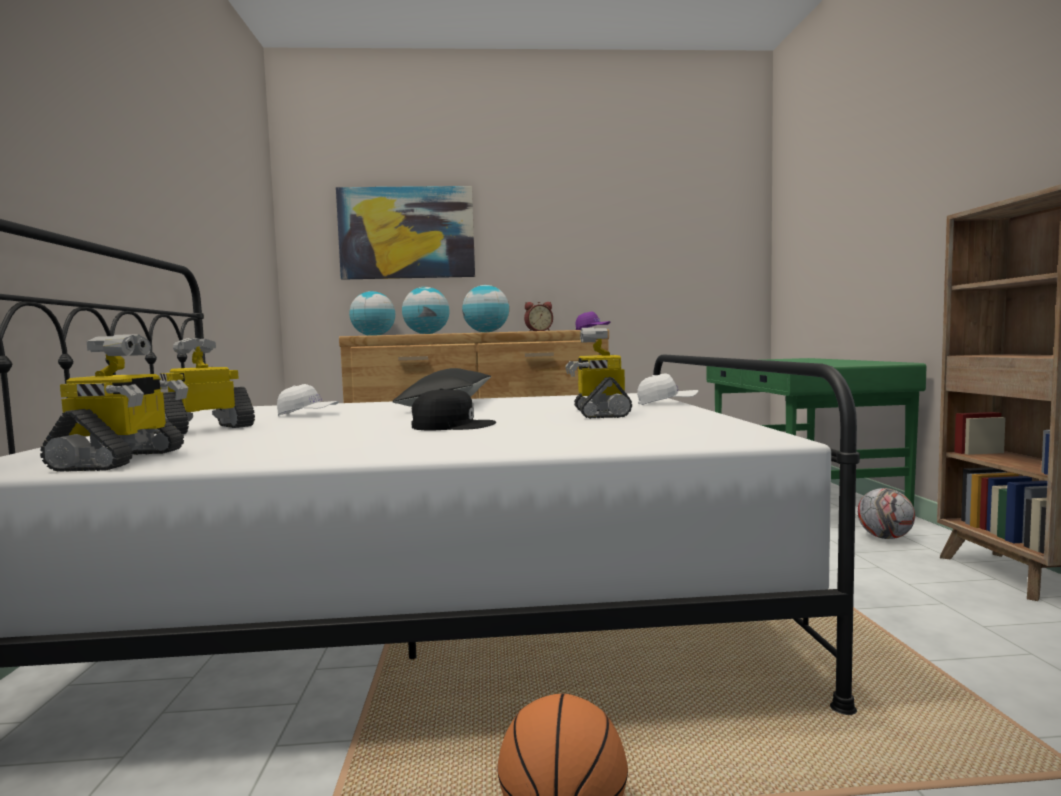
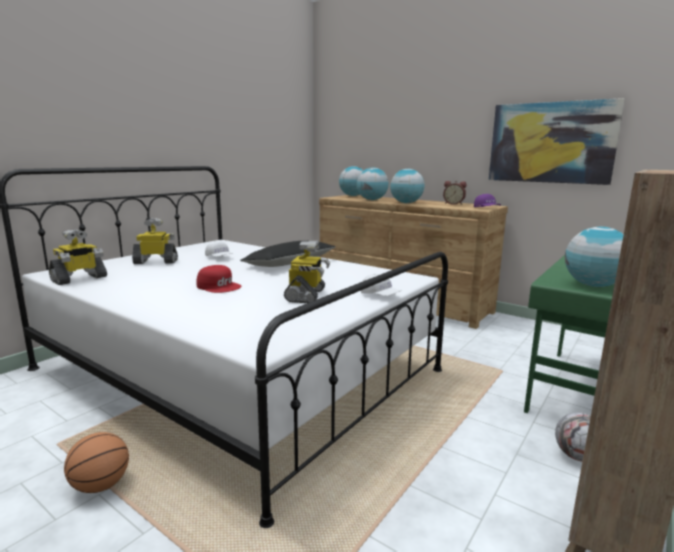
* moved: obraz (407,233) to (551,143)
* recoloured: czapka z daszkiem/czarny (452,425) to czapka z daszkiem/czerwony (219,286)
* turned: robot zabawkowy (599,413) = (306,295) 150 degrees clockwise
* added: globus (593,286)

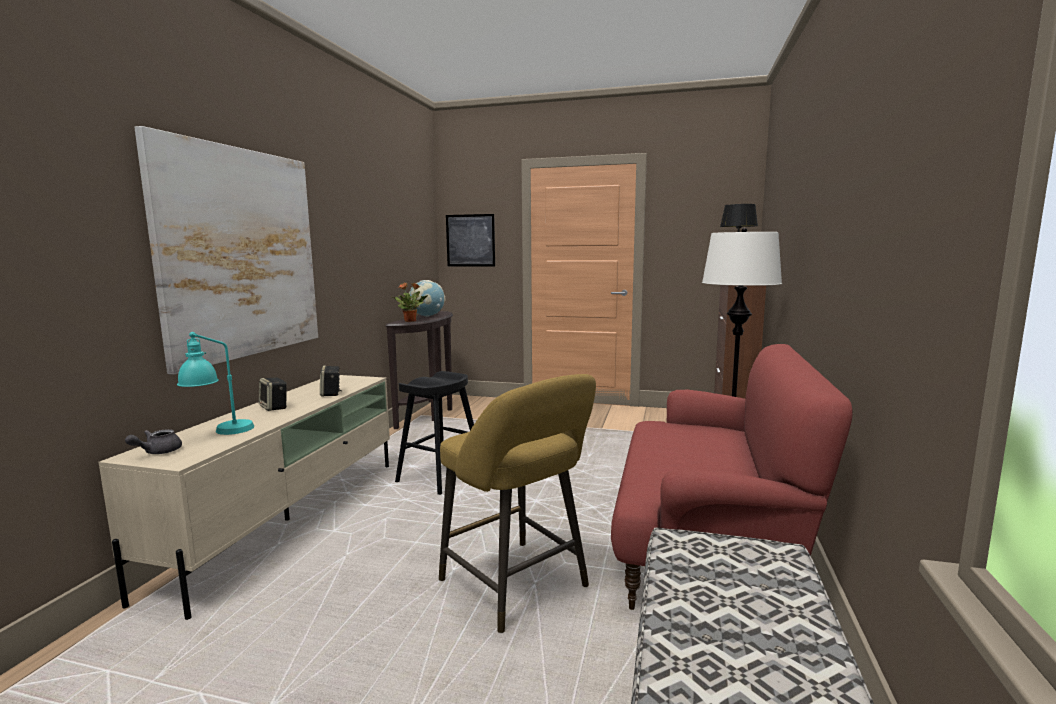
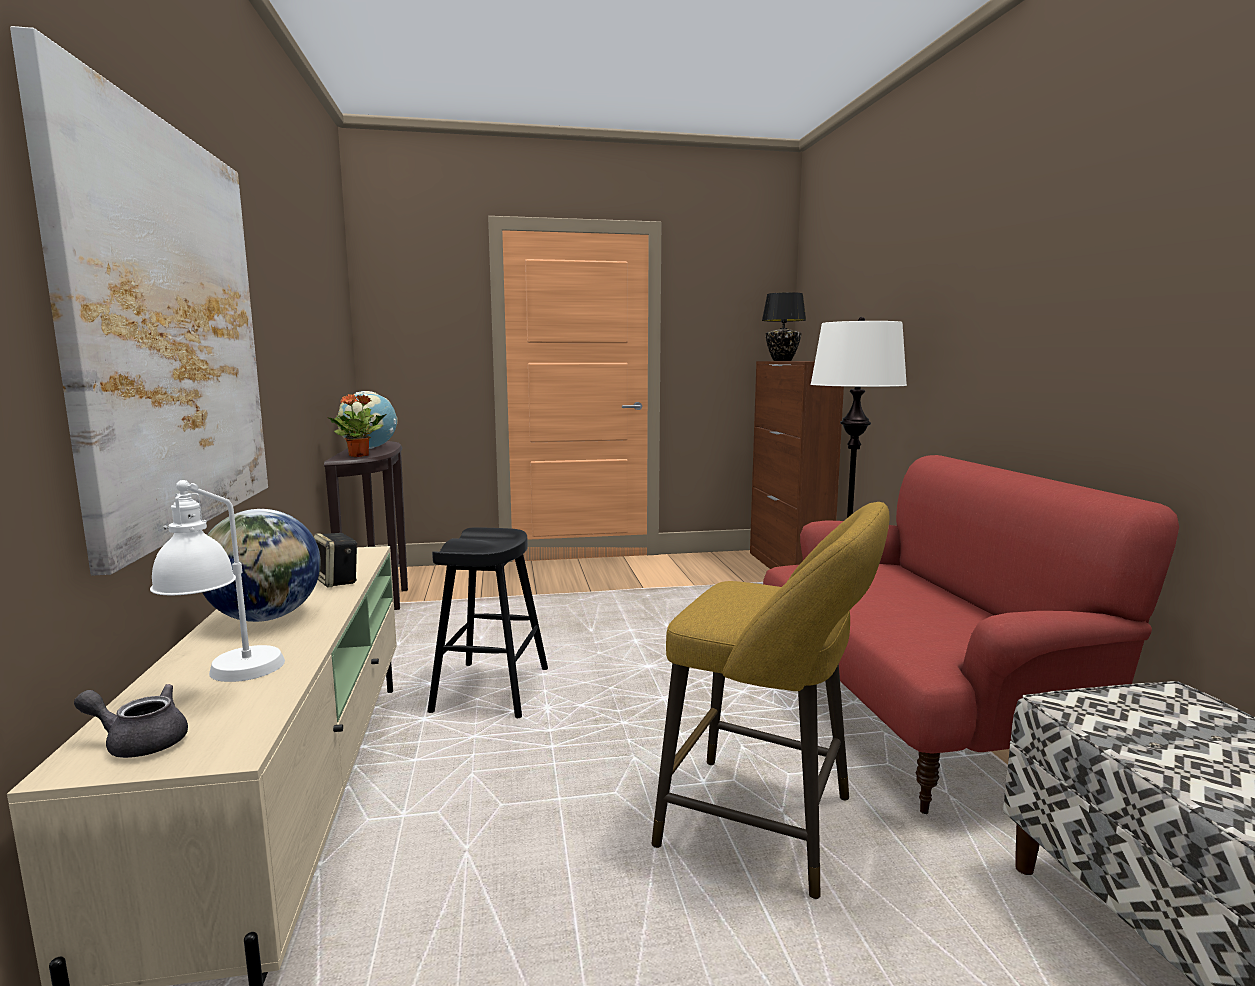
* turned: imbryk/szary (157,452) = (140,742) 90 degrees clockwise
* recoloured: lampa stołowa/turkusowy (220,433) to lampa stołowa/biały (229,680)
* replaced: głośnik (274,407) to globus (266,617)
* removed: obraz (470,240)

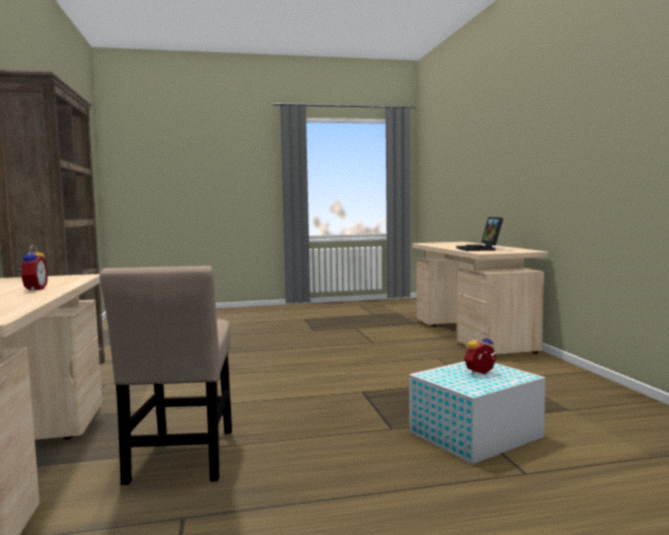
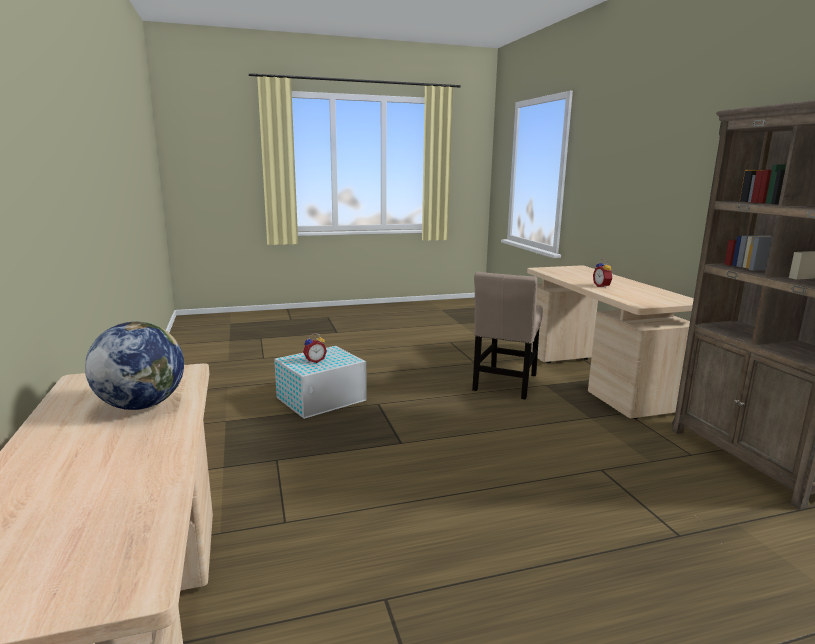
* turned: krzesło/beżowy (182,459) = (505,384) 150 degrees counterclockwise
* replaced: laptop (480,249) to globus (141,405)

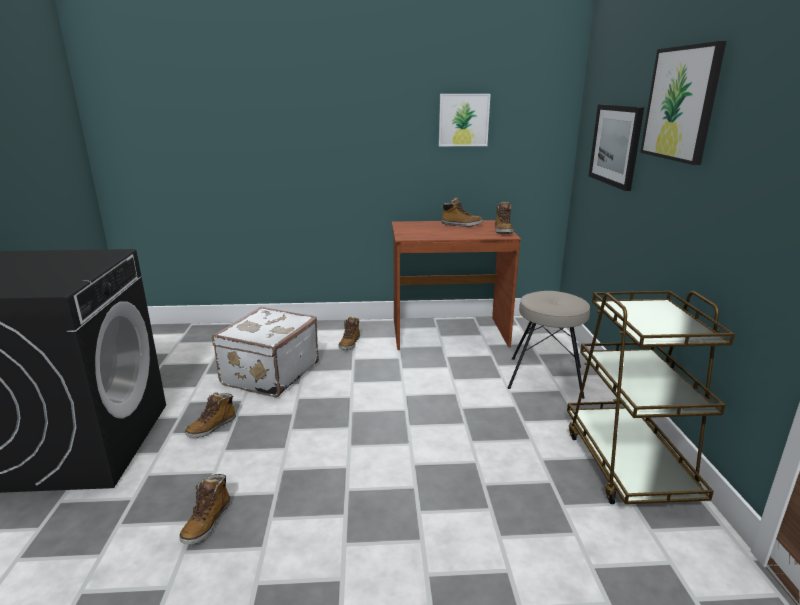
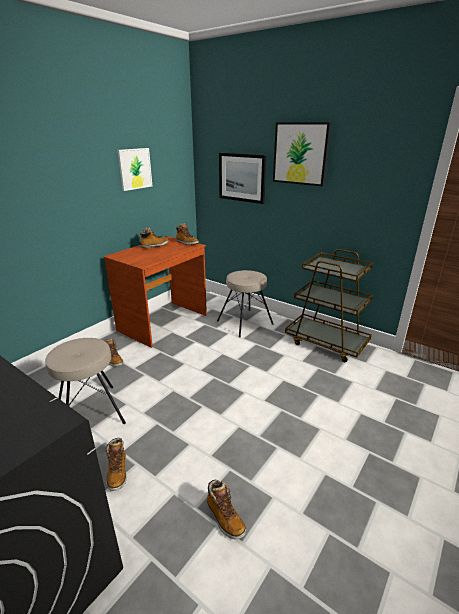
* replaced: walizka/biały (269,374) to stołek/beżowy (91,412)

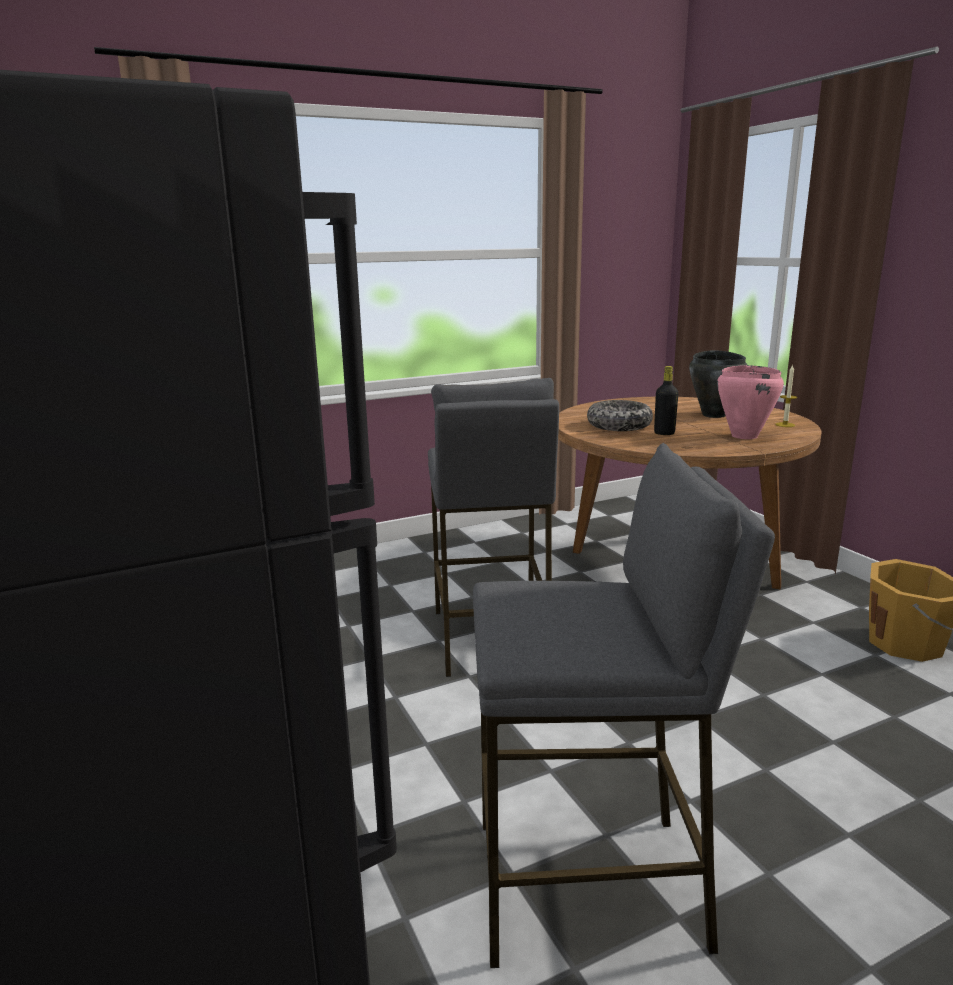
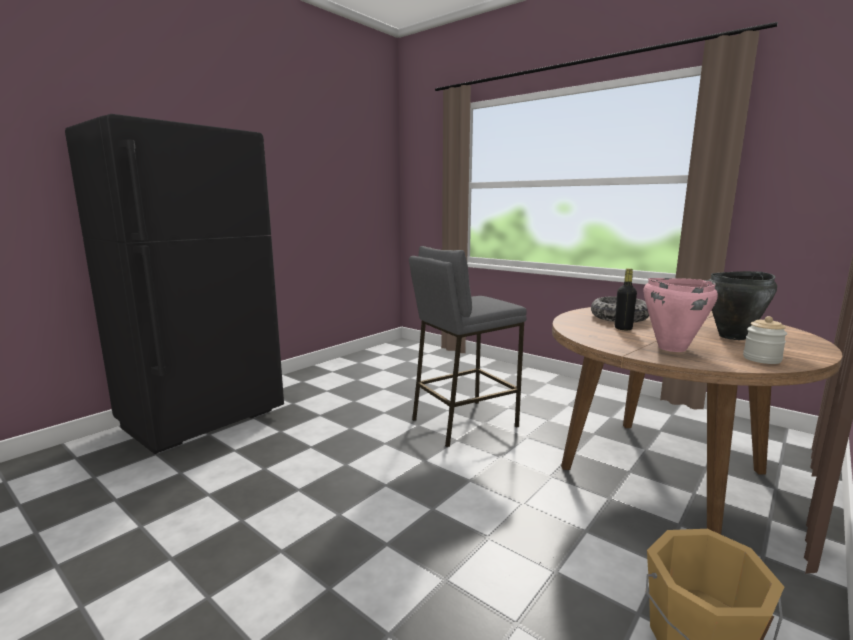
* removed: stołek/szary (590,886)
* replaced: świeca (785,425) to słoik (761,359)

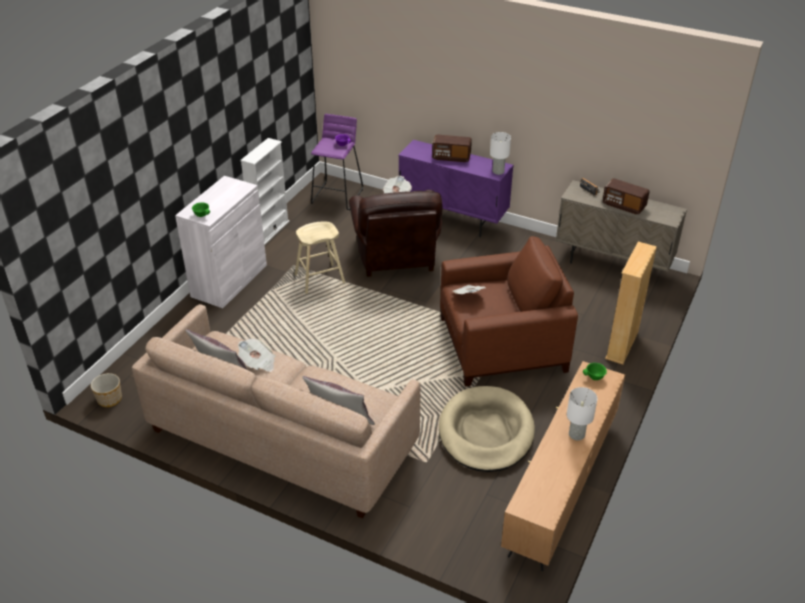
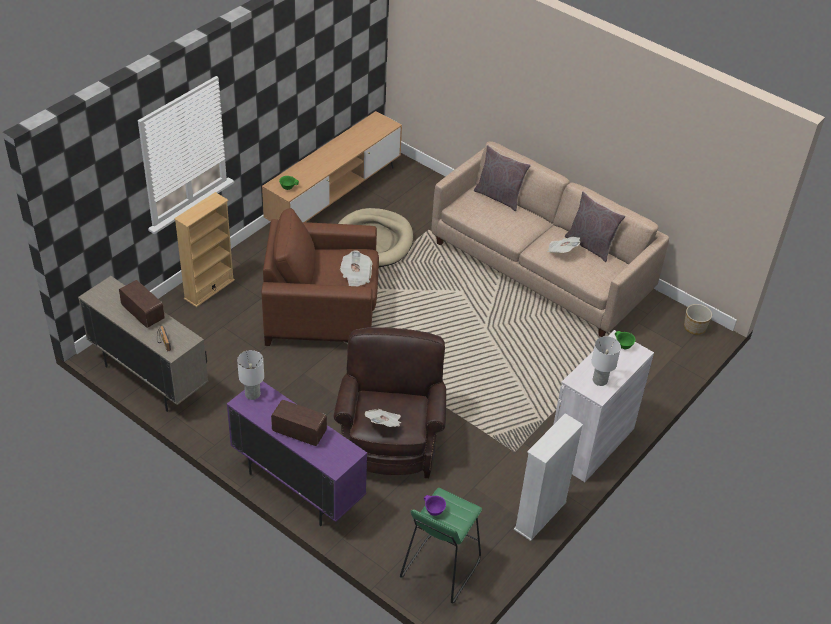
* removed: stołek/beżowy (319,279)
* recoloured: stołek/fioletowy (337,196) to stołek/zielony (440,568)
* moved: lampa stołowa/biały (577,435) to (600,380)

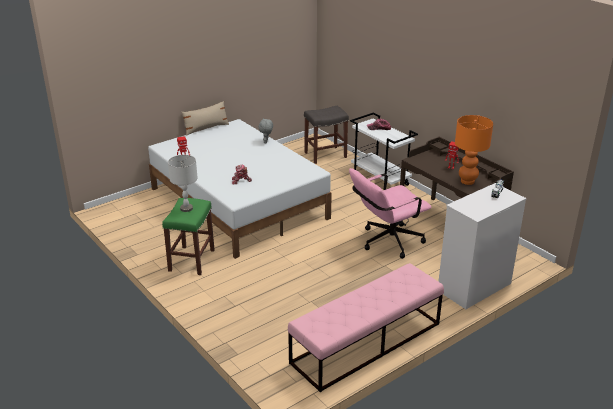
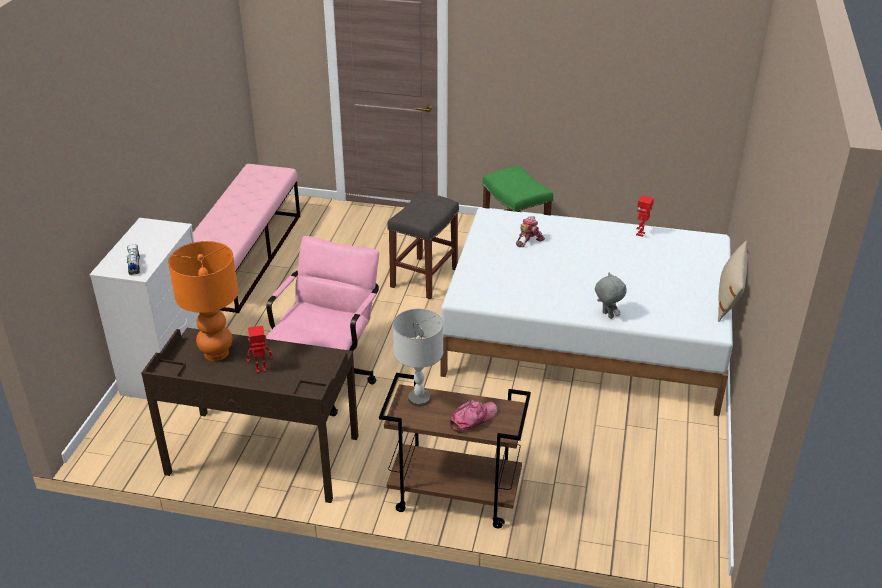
* moved: lampa stołowa/szary (186,208) to (418,399)
* moved: stołek/szary (326,155) to (424,278)
* recoloured: wózek/biały (380,180) to wózek/brązowy (453,496)

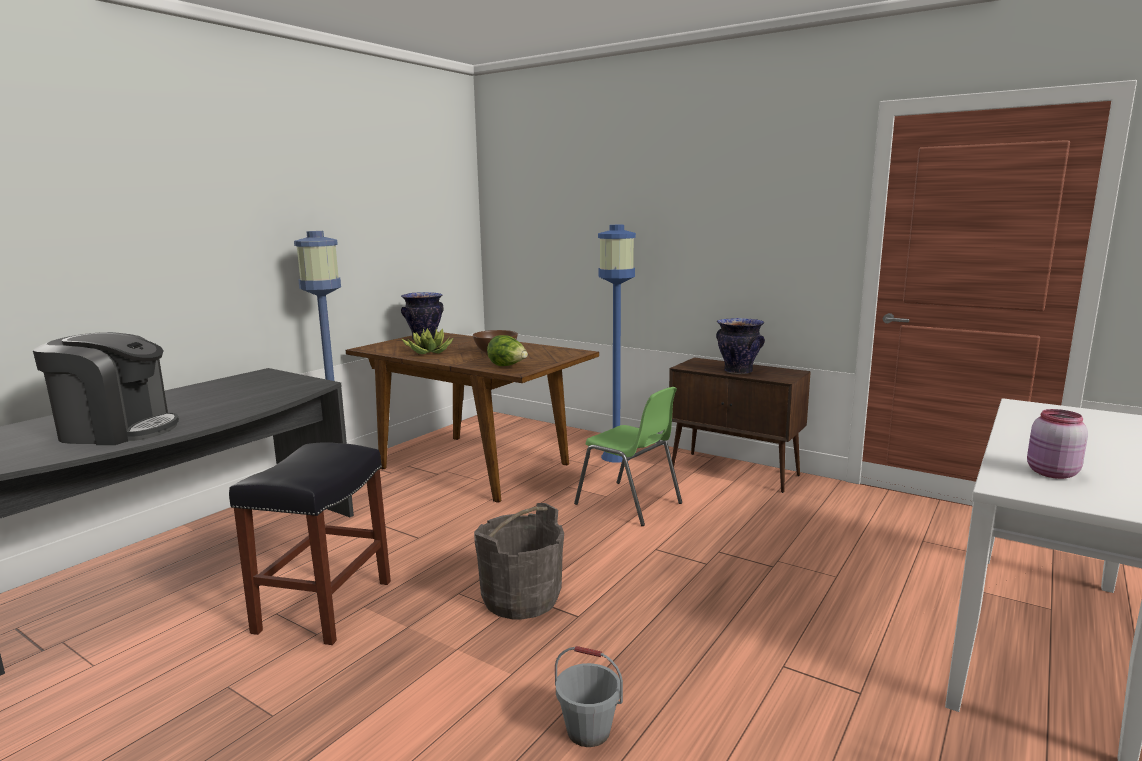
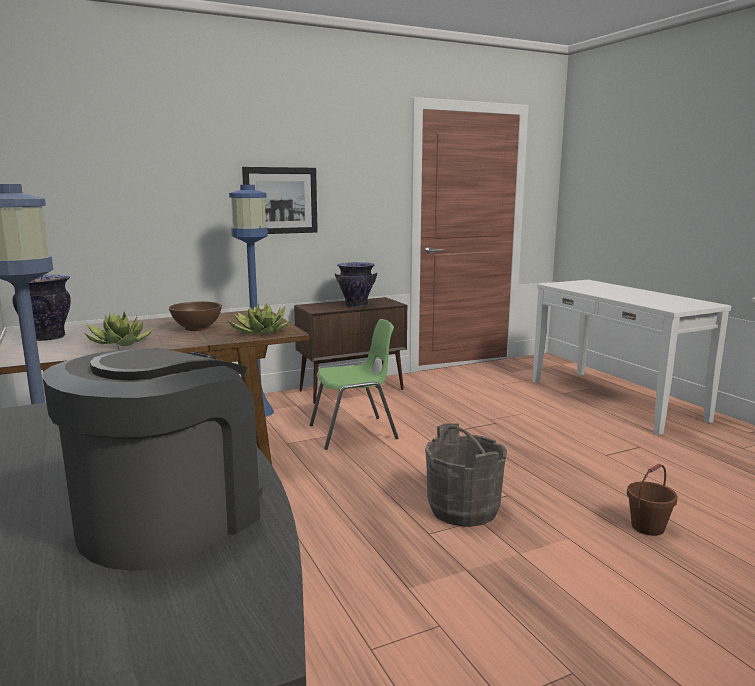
* removed: stołek/czarny (324,607)
* replaced: sałata (508,366) to roślina doniczkowa (259,332)
* recoloured: wiadro/szary (588,731) to wiadro/brązowy (648,527)
* removed: słoik/różowy (1051,473)
* added: obraz (280,200)

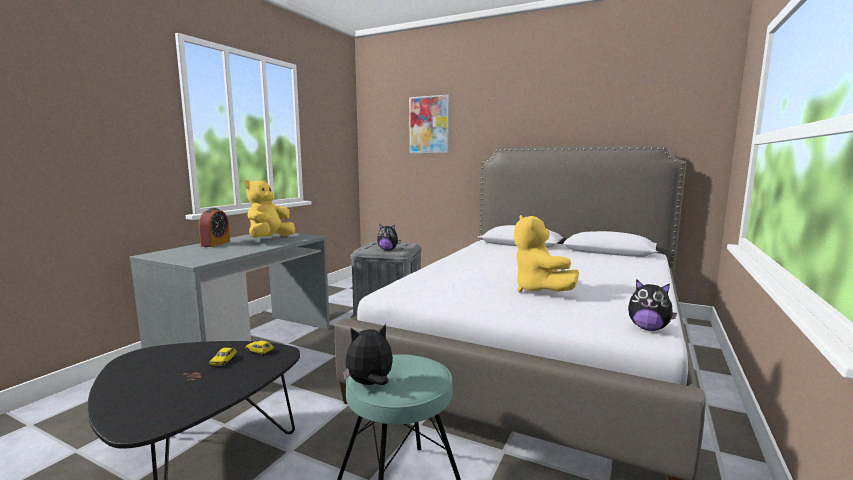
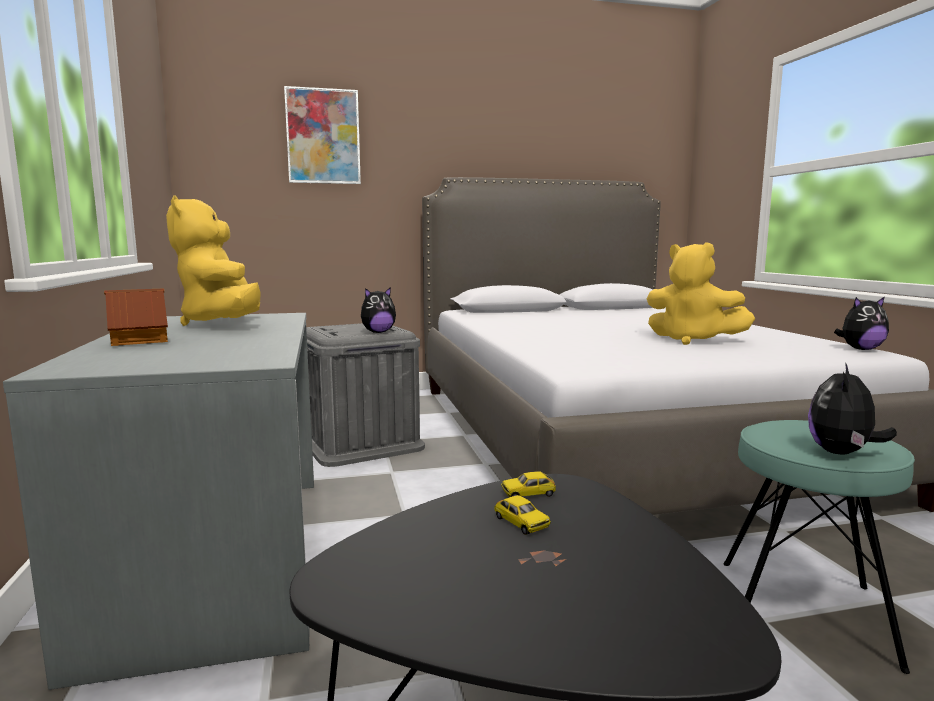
* replaced: budzik (215,244) to domek (138,340)

